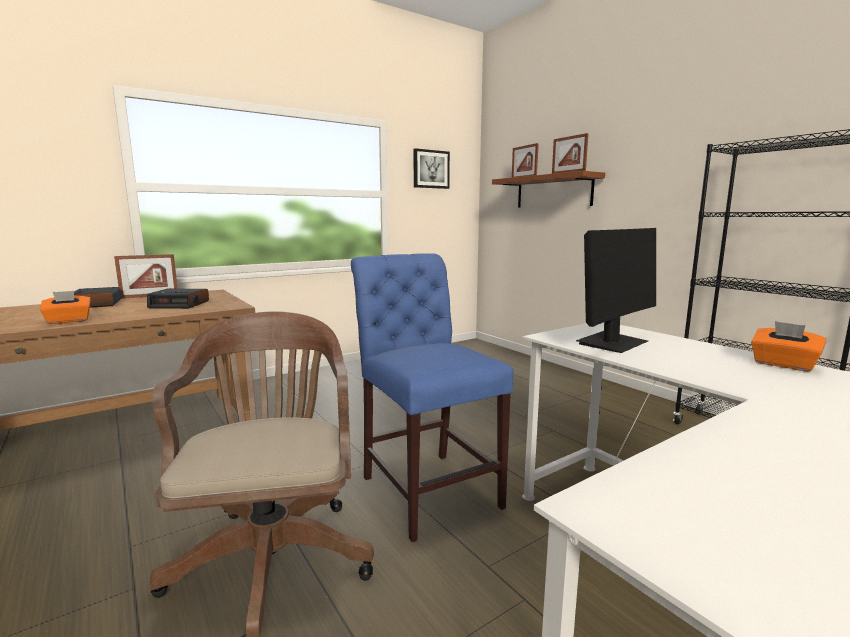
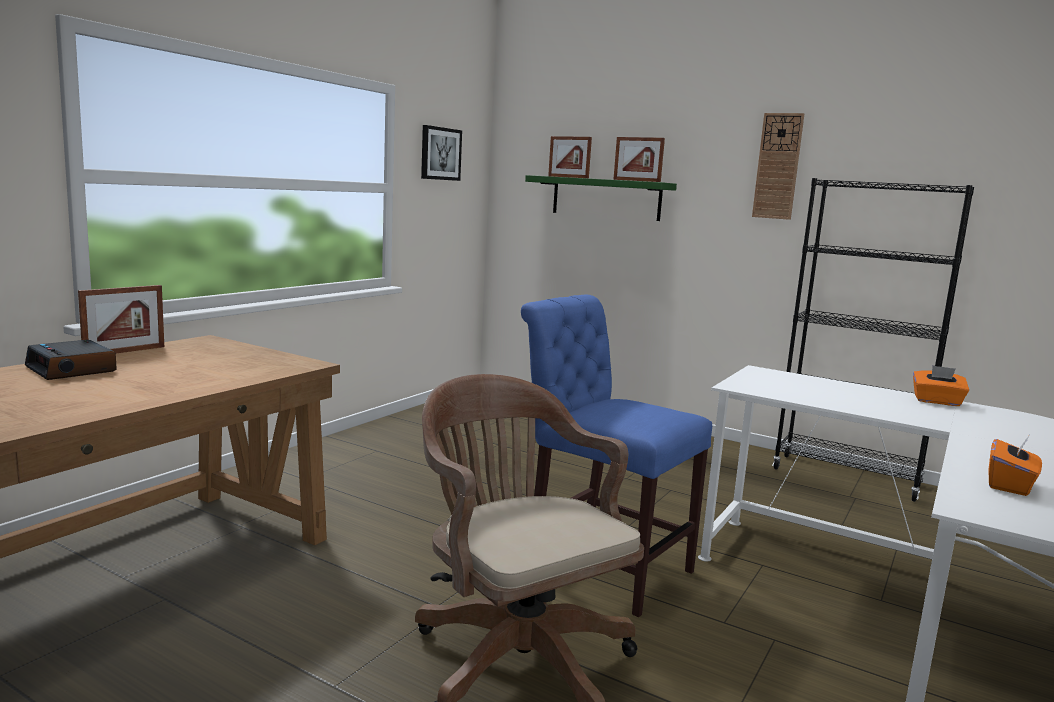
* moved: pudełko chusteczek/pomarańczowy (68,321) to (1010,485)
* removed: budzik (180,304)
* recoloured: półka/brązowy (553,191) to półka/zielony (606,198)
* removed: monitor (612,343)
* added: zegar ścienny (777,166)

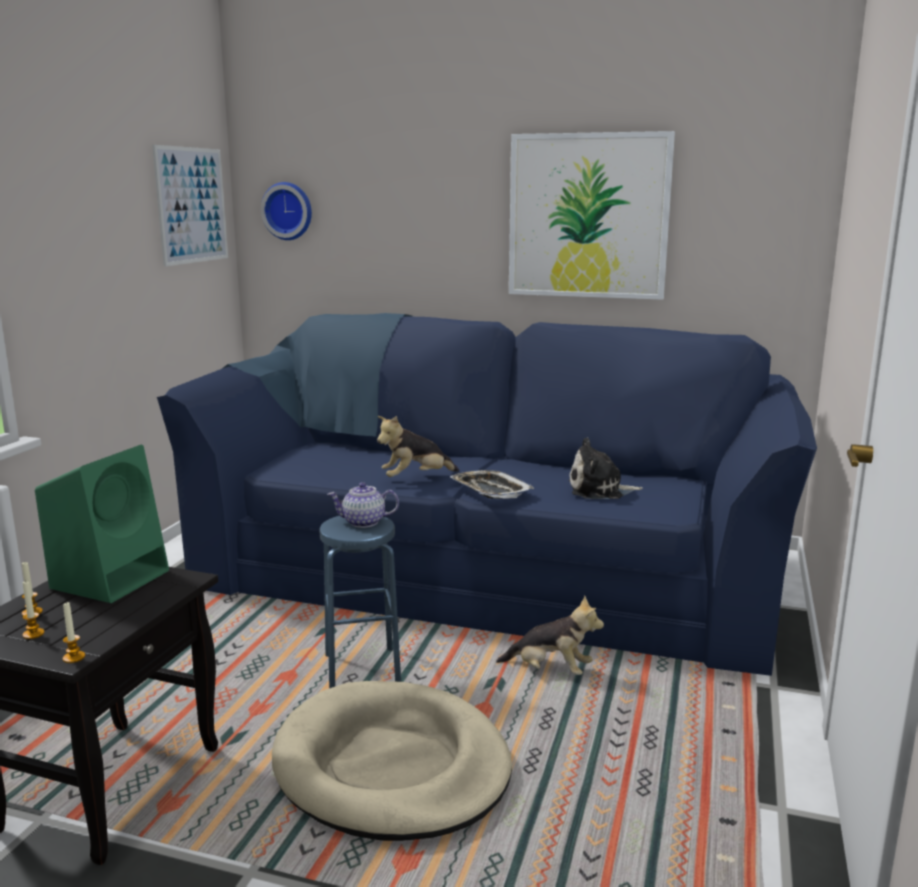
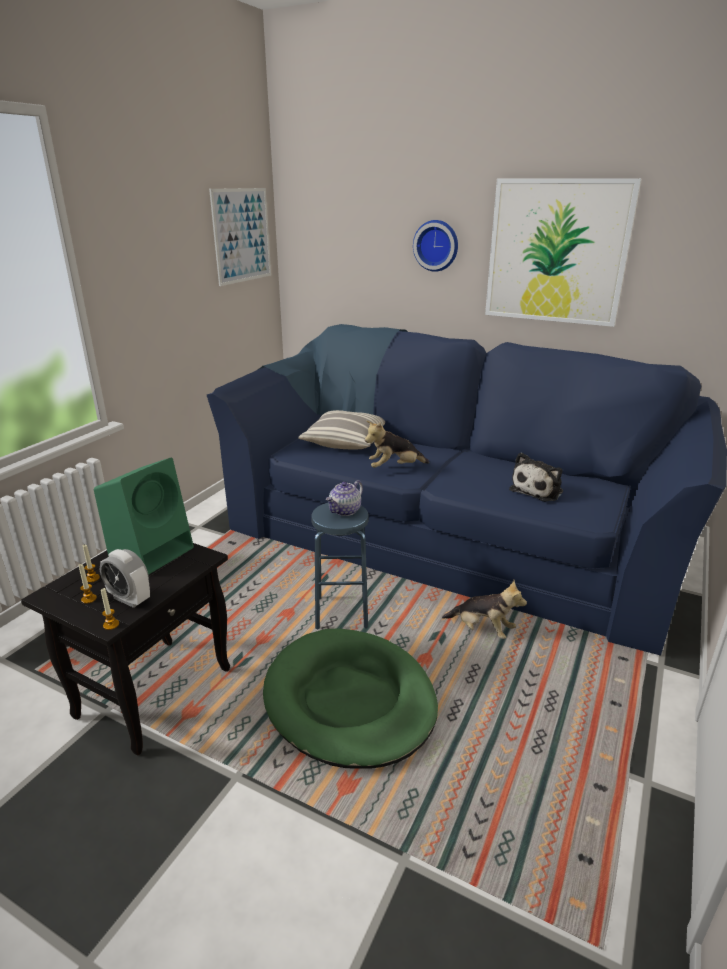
* moved: zegar ścienny (288,211) to (436,245)
* recoloured: legowisko/beżowy (391,767) to legowisko/zielony (349,701)
* turned: imbryk (363,522) = (345,511) 60 degrees counterclockwise
* removed: taca (490,490)
* turned: pluszak (599,490) = (538,490) 60 degrees counterclockwise
* added: budzik (129,599)
* added: poduszka (345,441)

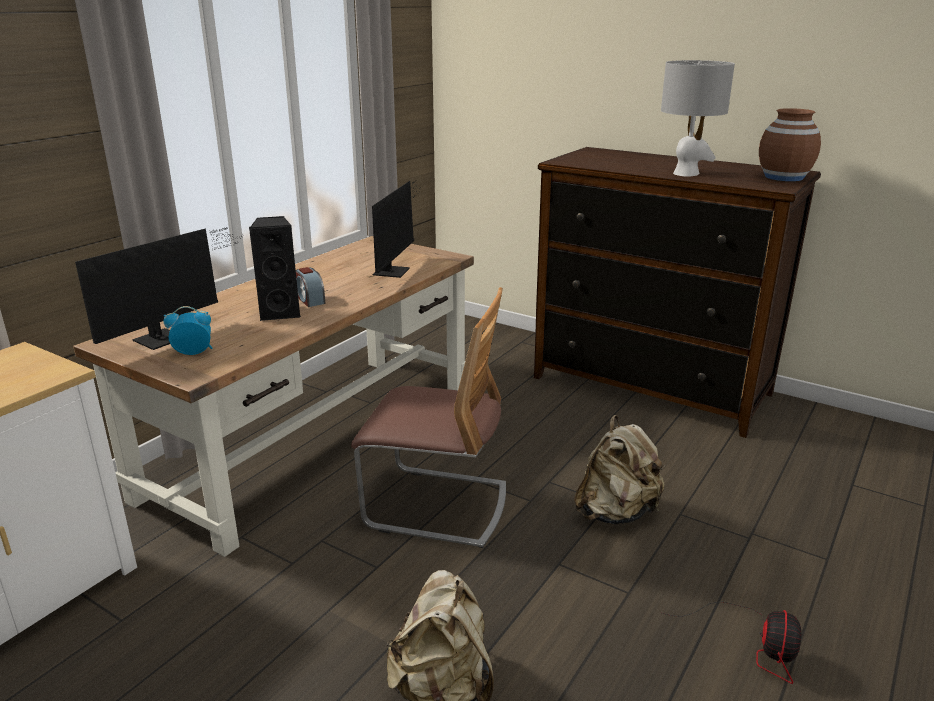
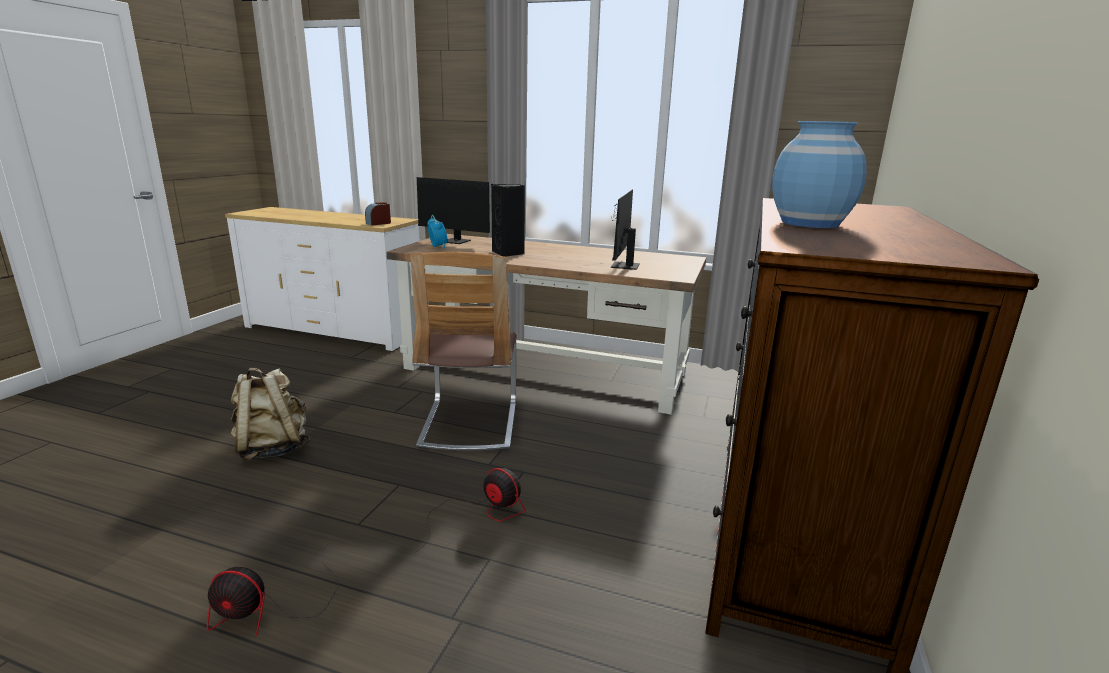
* moved: budzik (310,300) to (378,223)
* turned: monitor (394,270) = (623,266) 105 degrees clockwise
* replaced: plecak/beżowy (616,512) to wentylator (480,514)
* replaced: lampa stołowa/szary (686,173) to wazon/niebieski (810,223)
* removed: wazon/brązowy (784,177)

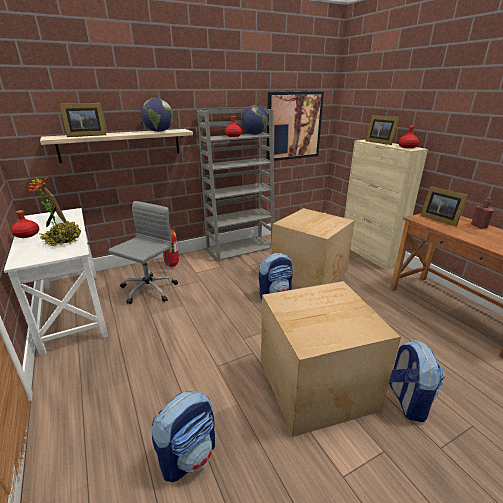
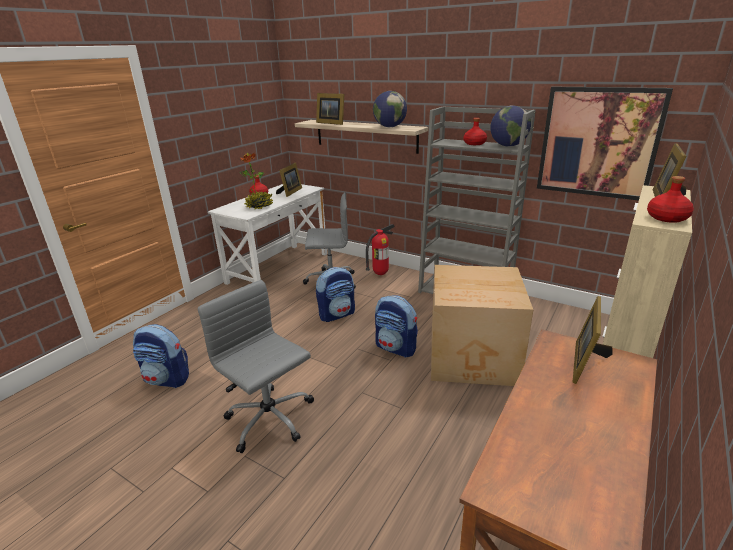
* replaced: karton (314,384) to krzesło biurowe/szary (270,420)
* moved: plecak (405,400) to (337,314)
* removed: butelka/czerwony (479,226)

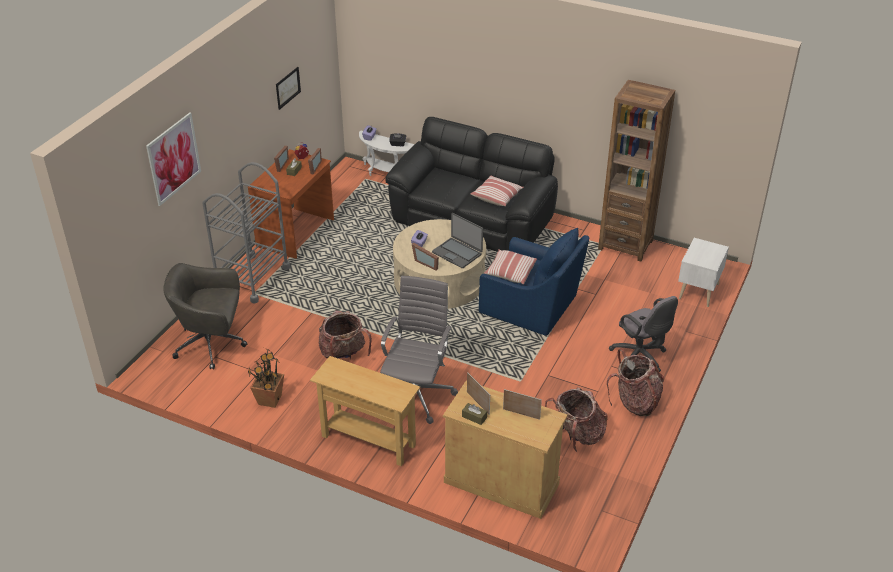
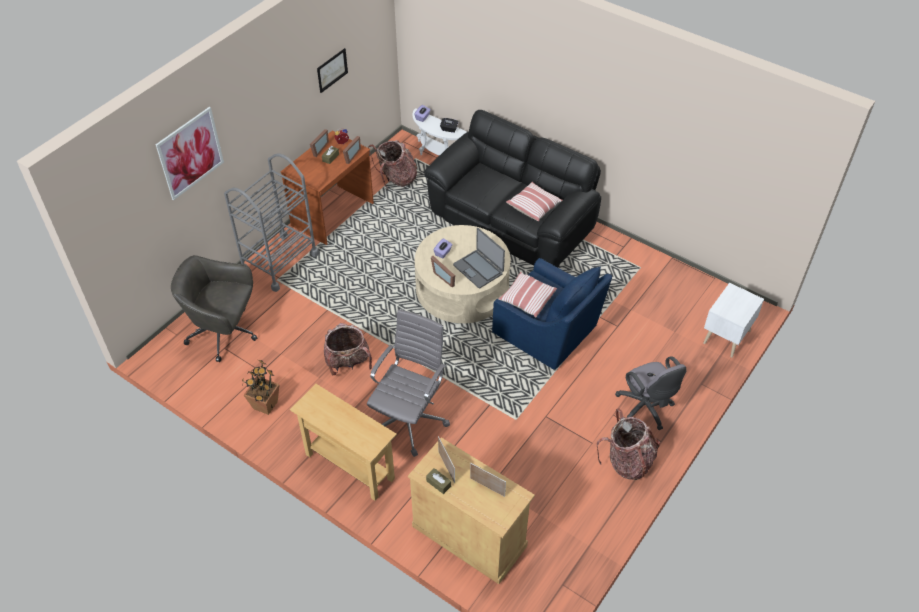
* moved: plecak (577,435) to (396,179)
* removed: regał/brązowy (625,245)

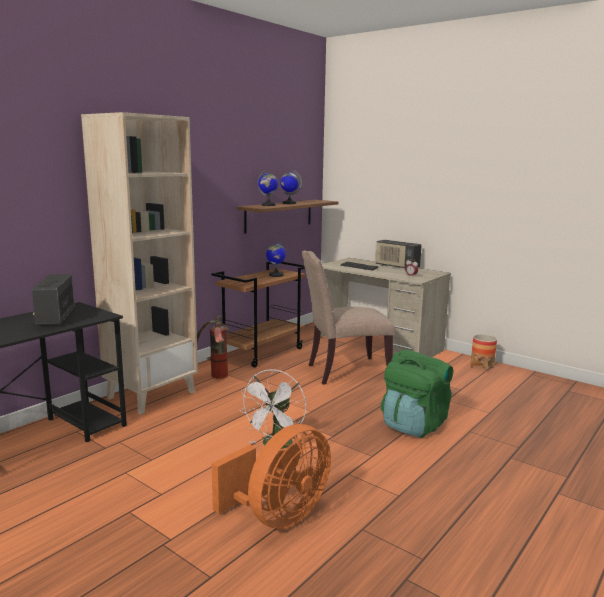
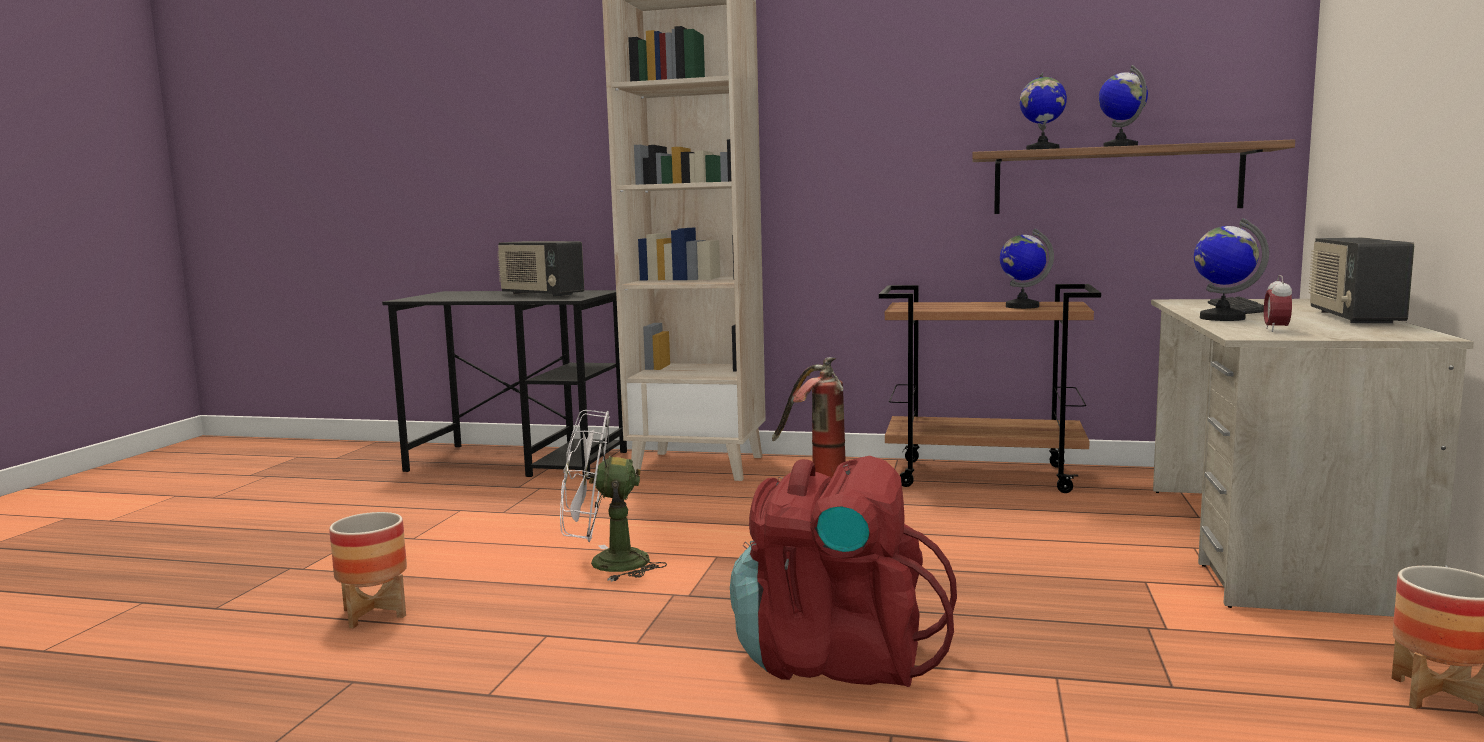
* turned: radio (55,317) = (541,294) 105 degrees counterclockwise
* replaced: wentylator/pomarańczowy (278,517) to donica (375,613)
* removed: krzesło/beżowy (344,372)
* recoloured: plecak/zielony (414,425) to plecak/czerwony (836,659)
* added: globus (1221,318)

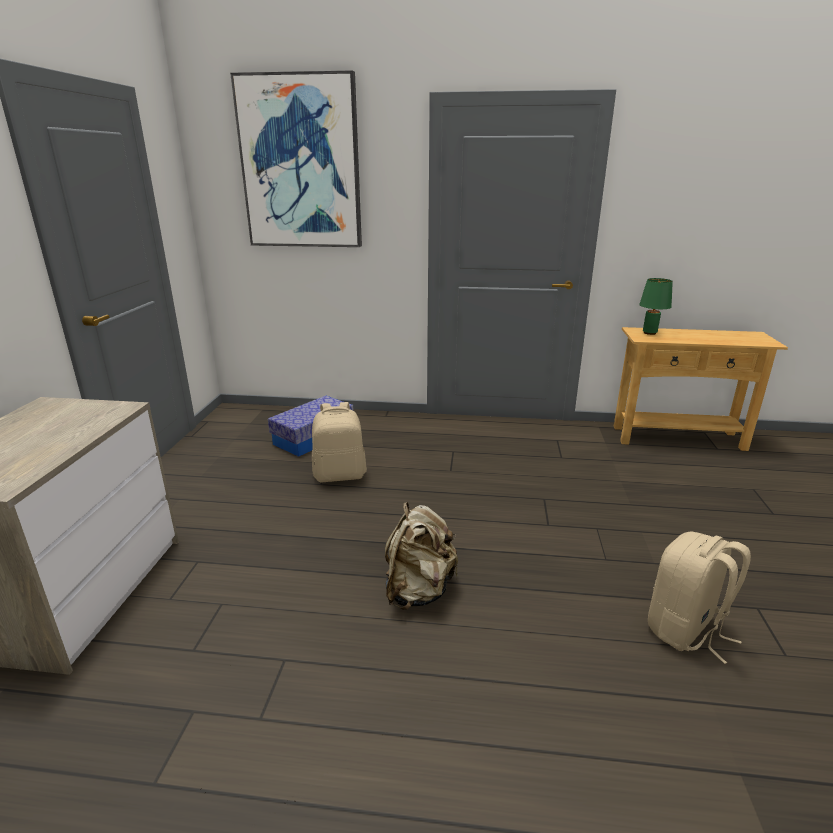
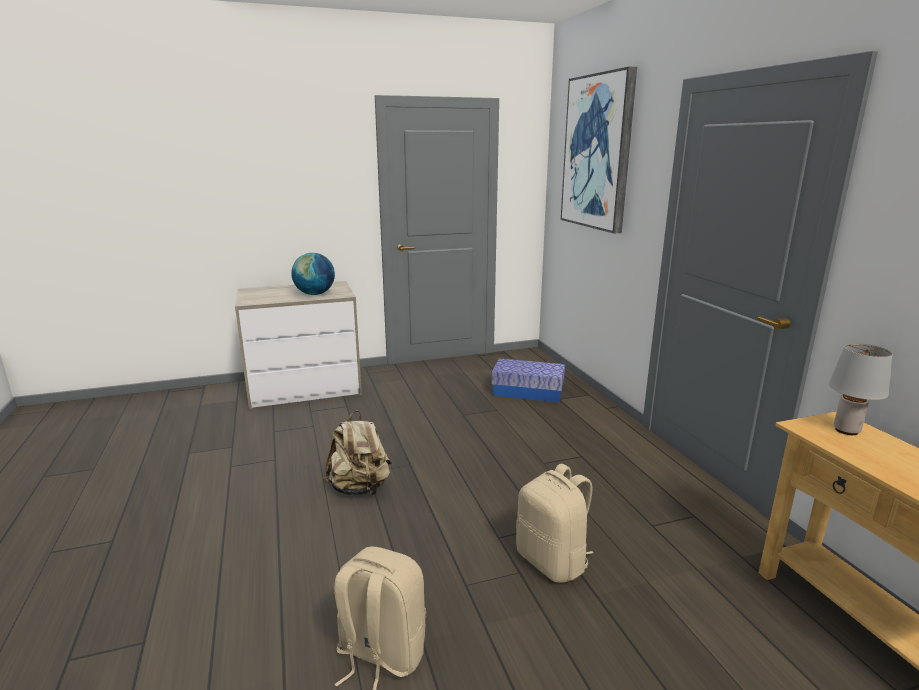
* moved: plecak/beżowy (340,475) to (553,561)
* recoloured: lampa stołowa/zielony (649,333) to lampa stołowa/szary (847,430)
* added: globus (315,294)

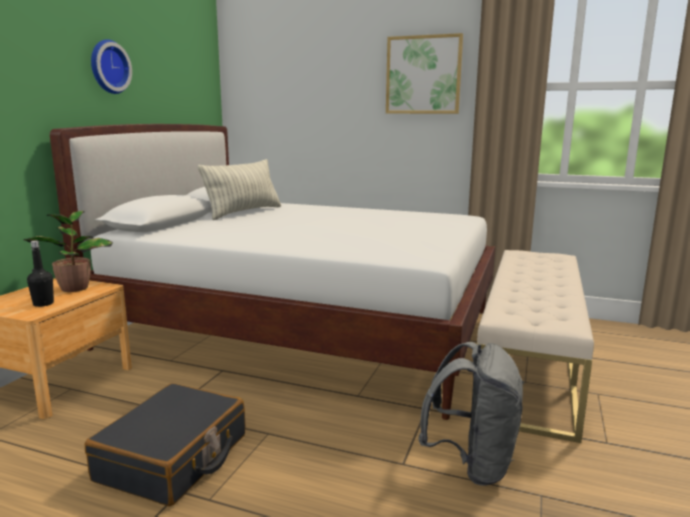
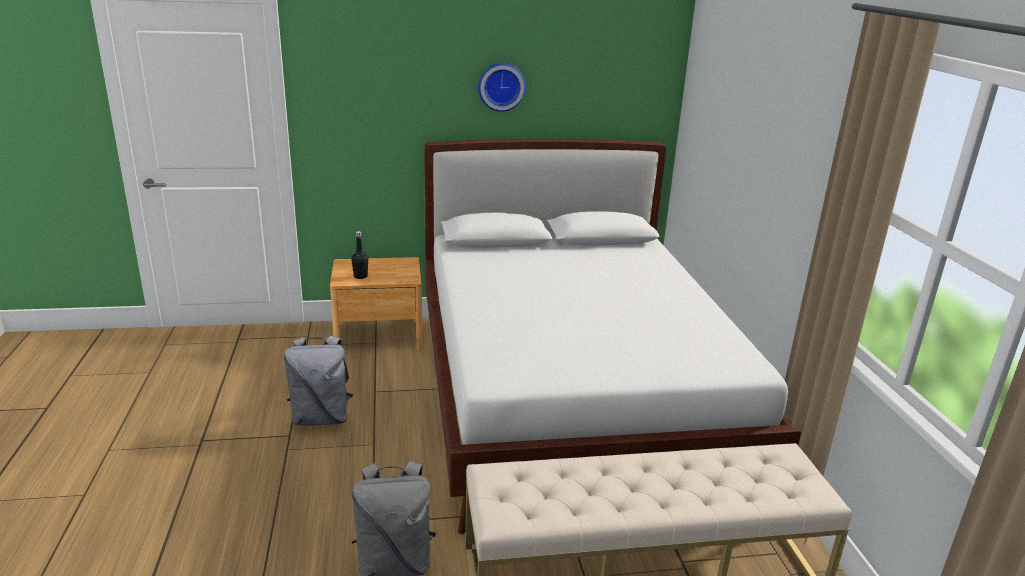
* removed: roślina doniczkowa (75,287)
* replaced: walizka/czarny (174,458) to plecak/szary (321,418)
* removed: poduszka (244,212)
* removed: obraz (423,75)

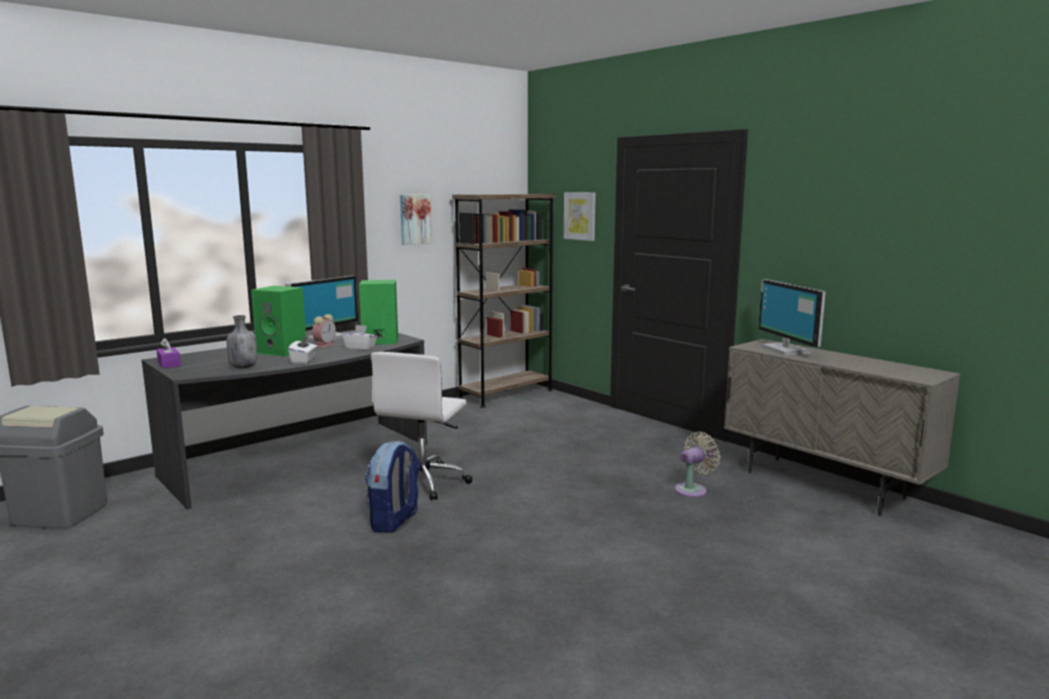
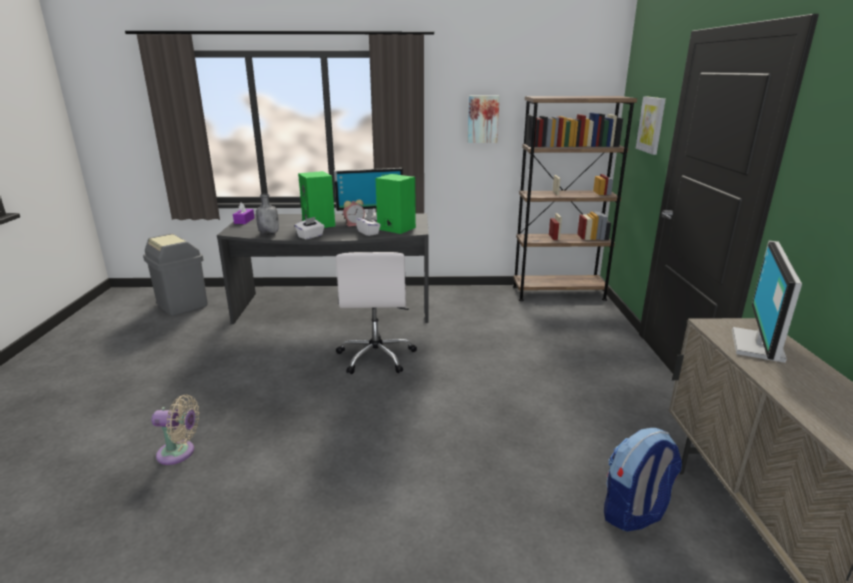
* moved: plecak (395,521) to (634,513)
* turned: krzesło biurowe/biały (424,482) = (376,356) 60 degrees counterclockwise
* moved: wentylator/beżowy (693,490) to (179,453)

